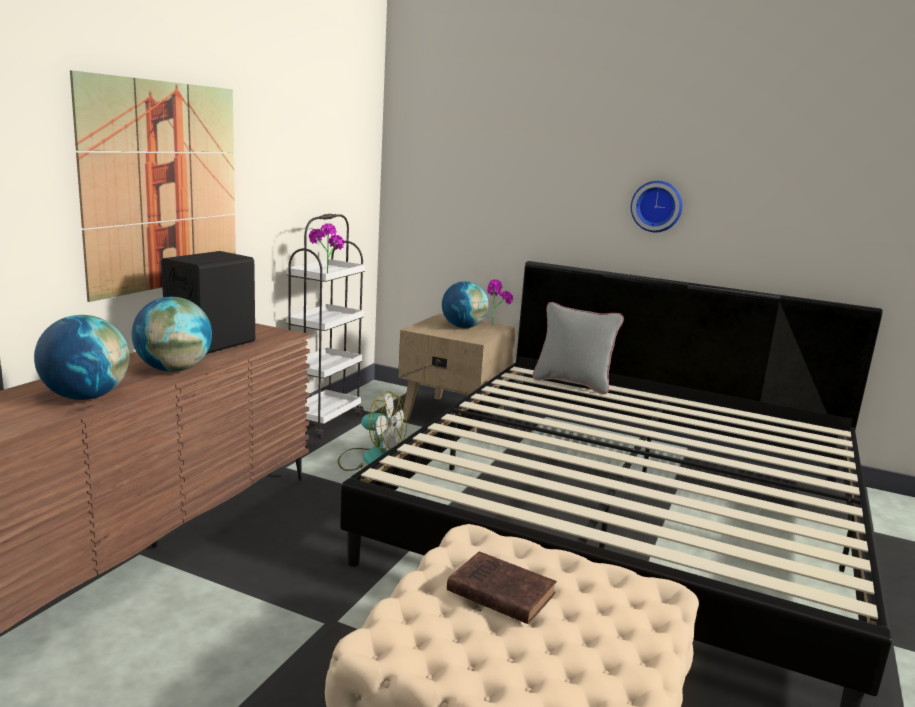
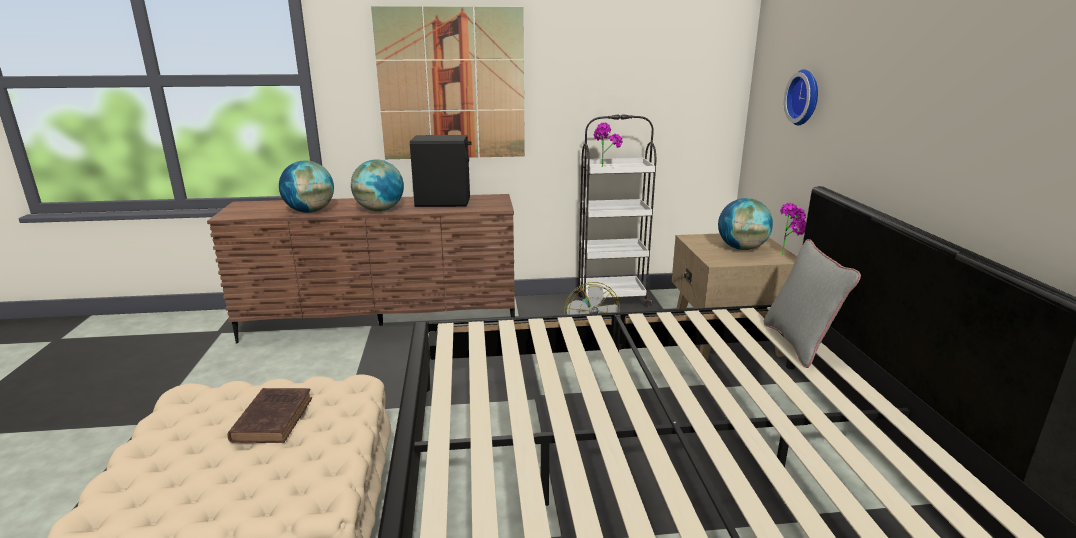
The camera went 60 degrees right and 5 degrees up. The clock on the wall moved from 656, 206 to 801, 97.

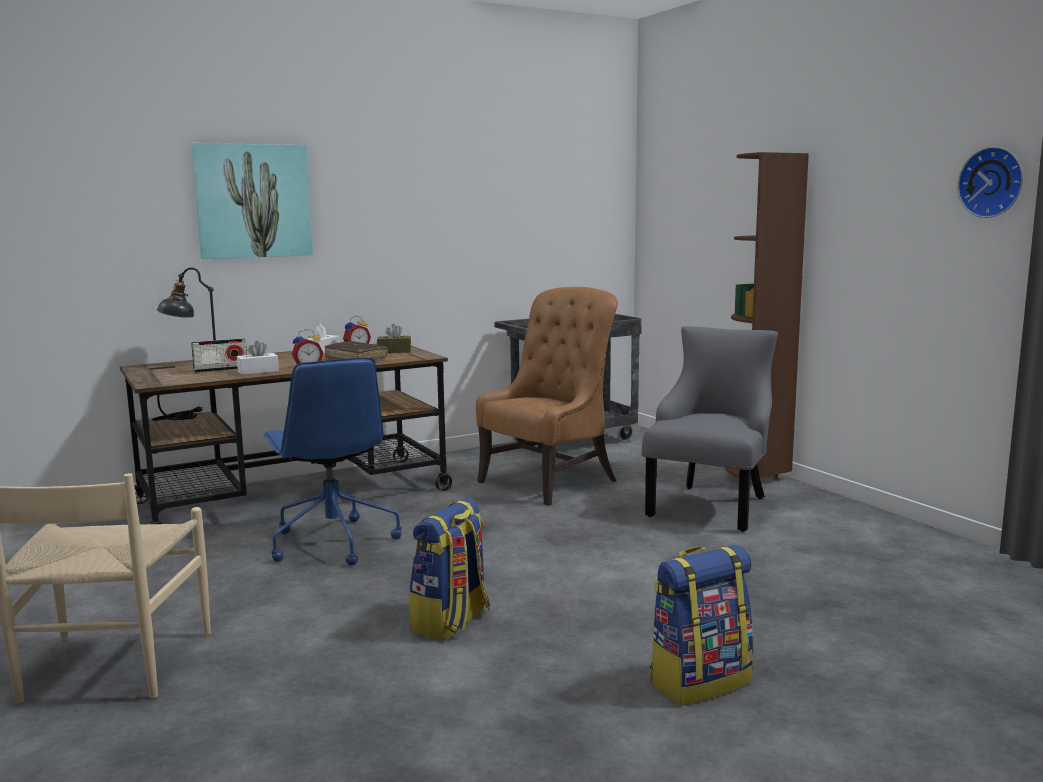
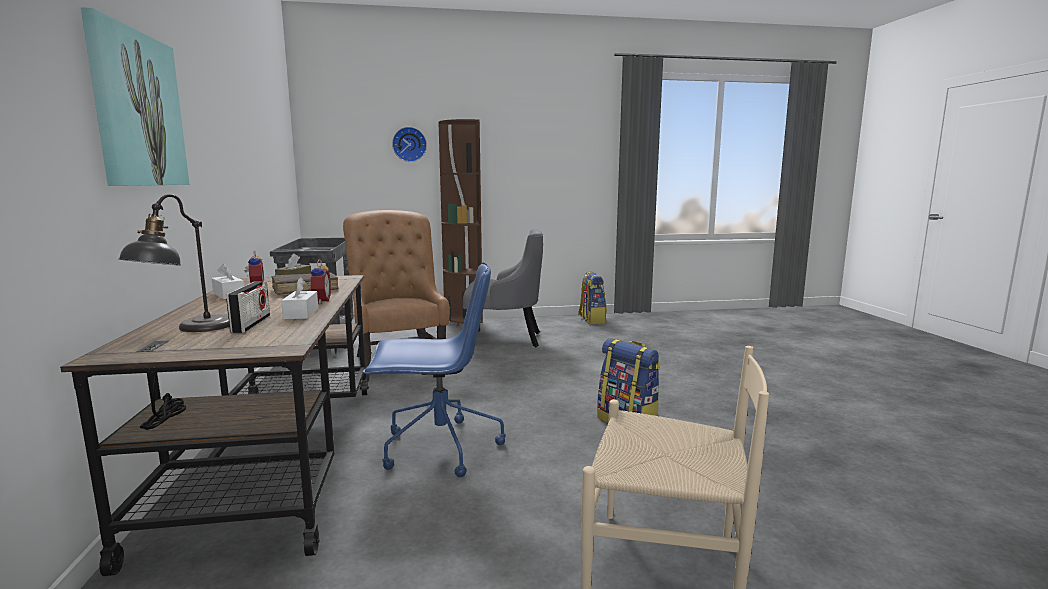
The camera went 70 degrees left and 0 degrees up. The knapsack moved from 701, 625 to 592, 297. The clock on the wall moved from 990, 182 to 409, 144. The plain chair/greyish at 709, 429 turned 135 degrees clockwise.

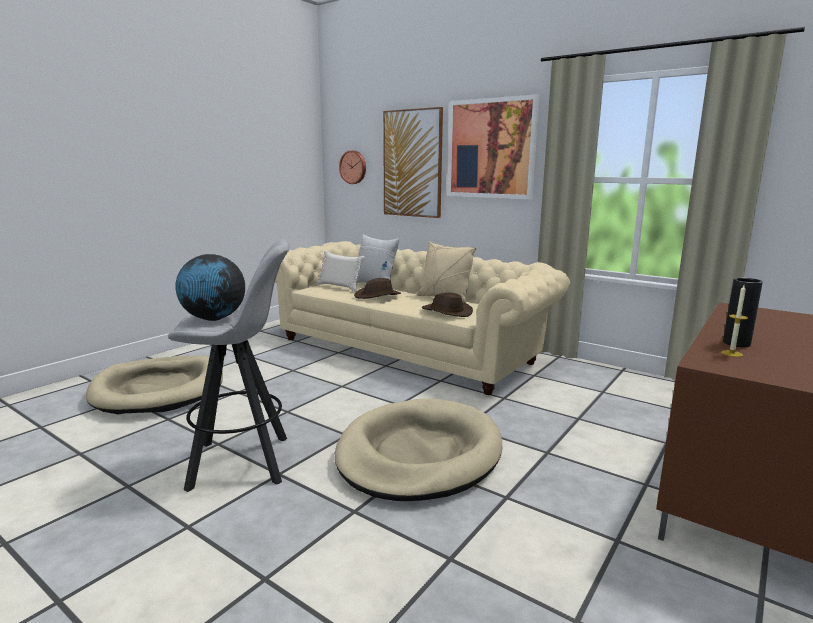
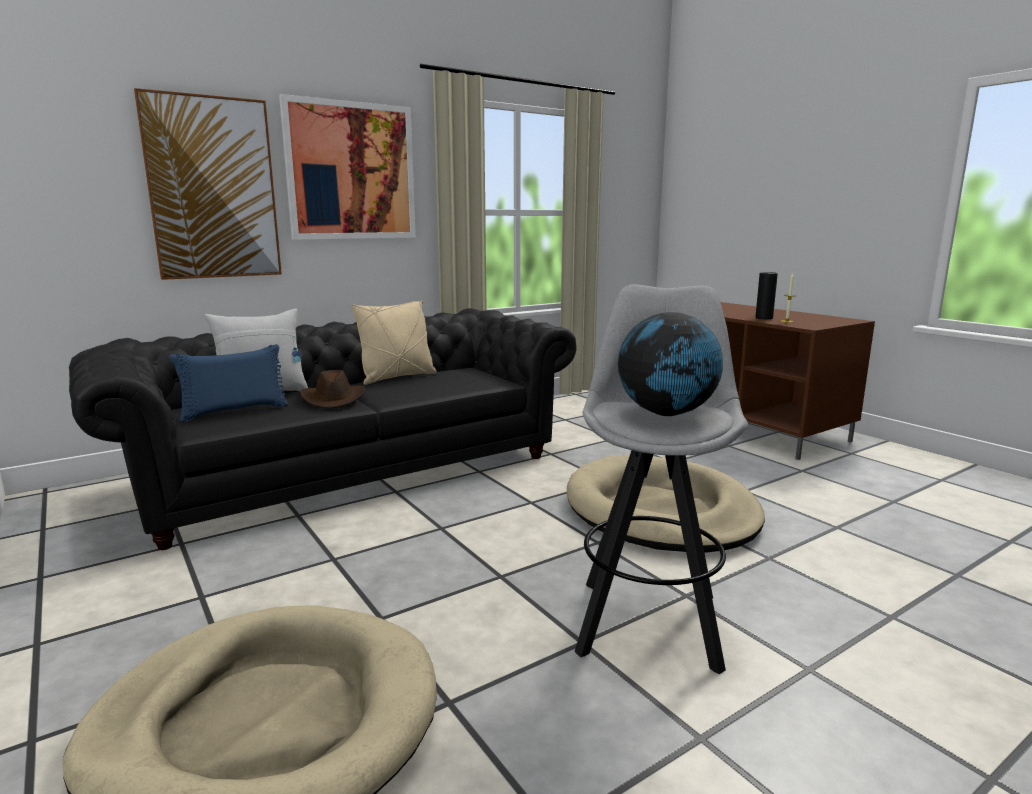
The camera went 70 degrees left and 0 degrees up. The clock on the wall at 352, 167 disappeared. The wearable hat/brownish at 447, 305 disappeared. The sofa/beige at 422, 318 became the sofa/blackish at 322, 429. The cushion/white-coloured at 340, 271 became the cushion/blue at 228, 383.

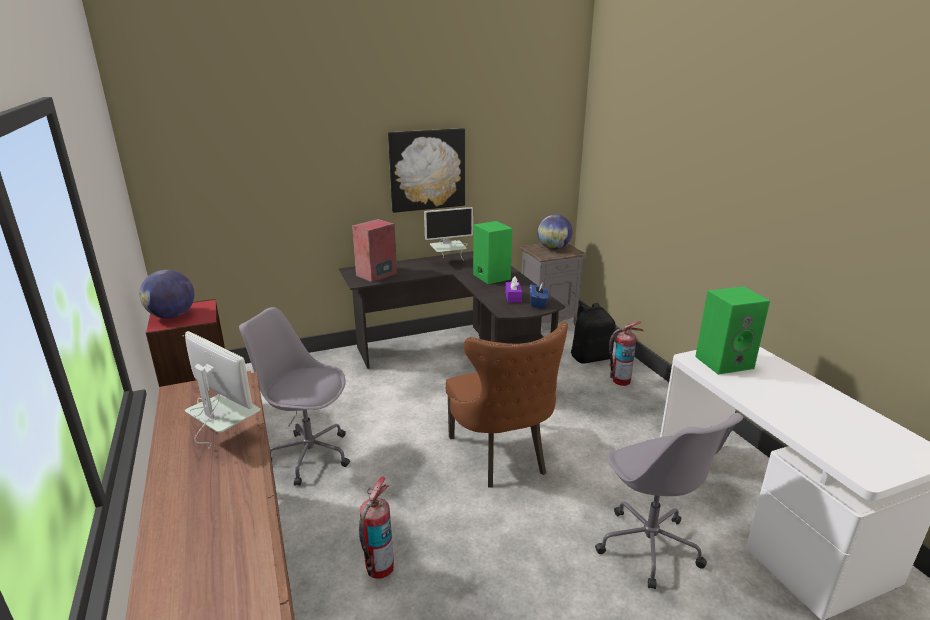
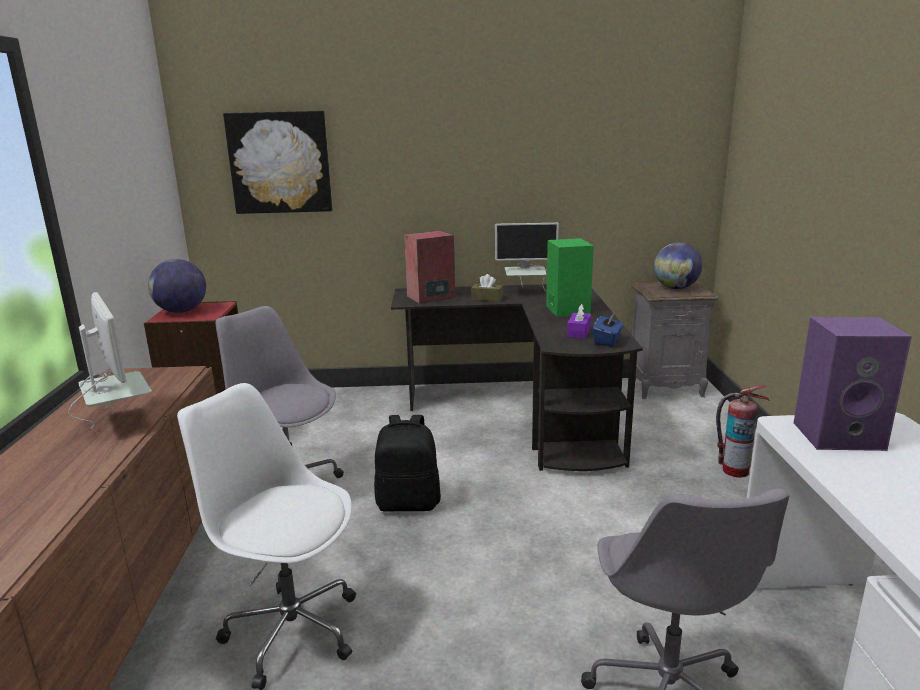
The camera went 20 degrees right and 5 degrees down. The plain chair/brownish at 507, 405 disappeared. The box of tissues/brownish at 487, 288 appeared. The picture moved from 426, 170 to 277, 162. The knapsack/blackish moved from 593, 333 to 407, 463. The fire extinguisher at 376, 527 was replaced by the office chair/white-coloured at 266, 536. The audio speaker/greenish at 732, 330 became the audio speaker/purplish at 853, 384.

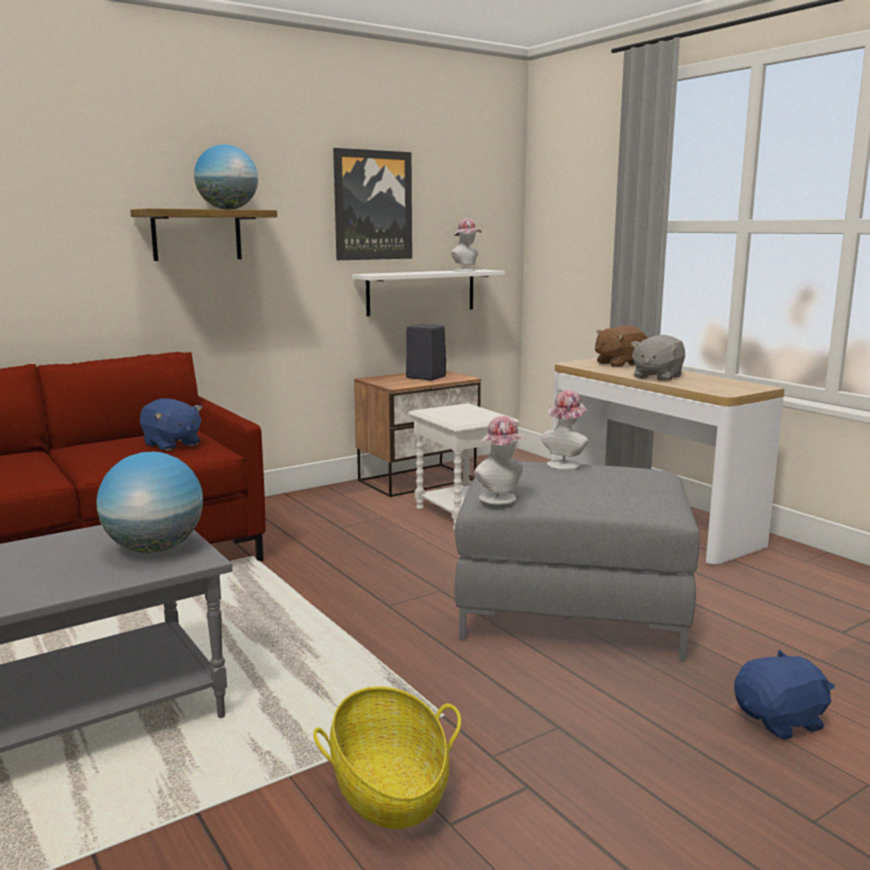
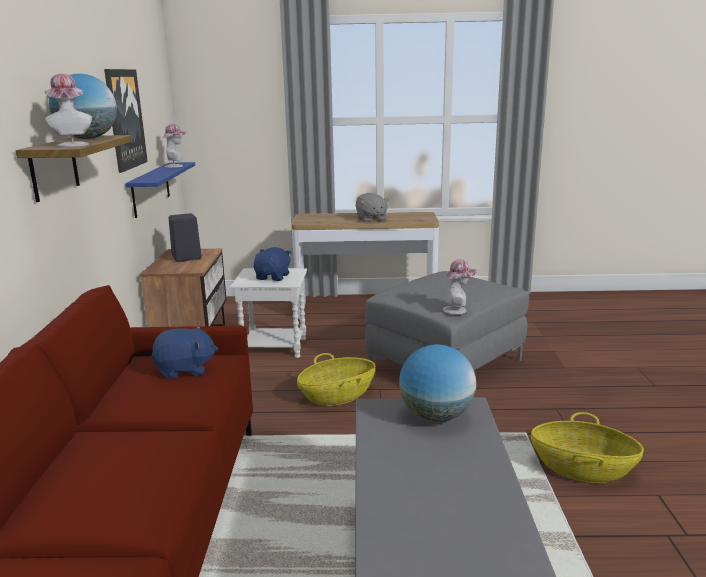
The camera went 55 degrees left and 5 degrees up. The cuddly toy/brownish at 621, 346 disappeared. The basket at 336, 379 appeared. The wearable hat moved from 564, 430 to 68, 110. The cuddly toy/blue moved from 784, 694 to 272, 264. The shelf/white-coloured at 428, 293 became the shelf/blue at 160, 190.

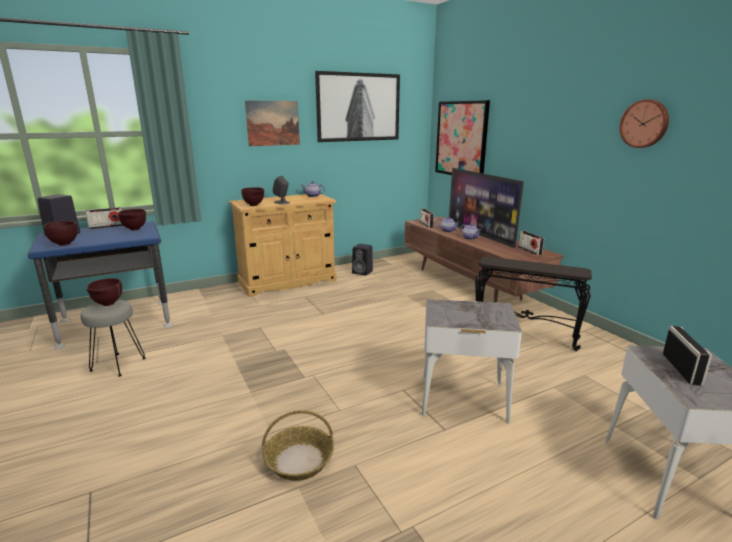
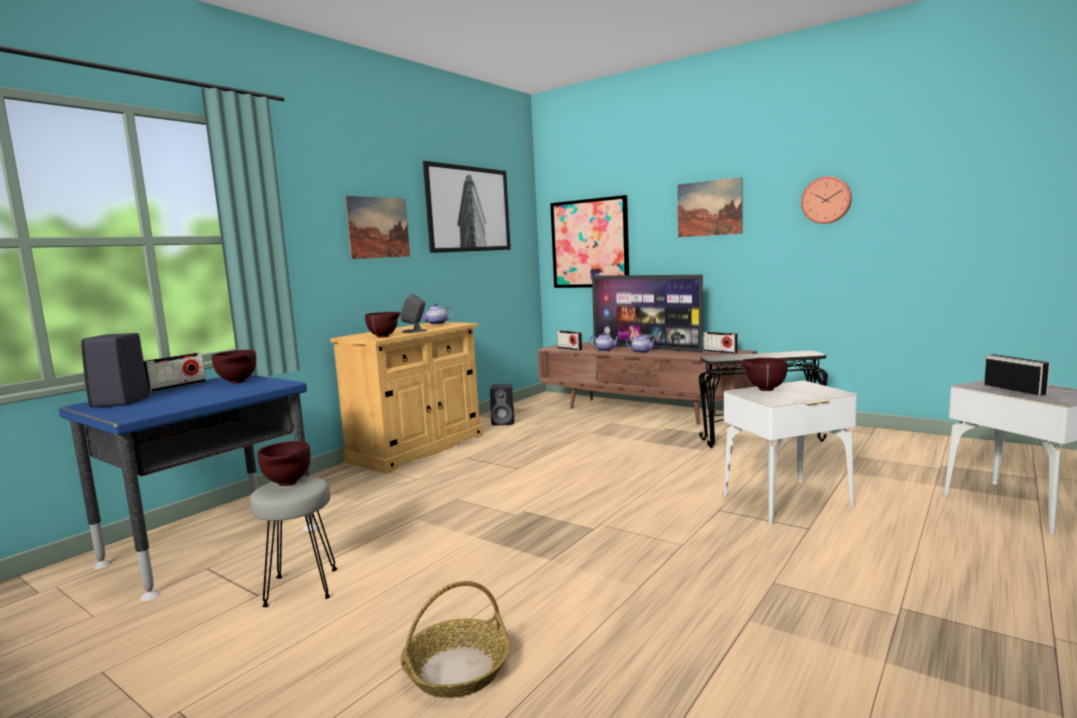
The camera went 25 degrees left and 10 degrees down. The picture at 710, 207 appeared. The serving bowl/brownish moved from 60, 233 to 764, 374. The basket moved from 298, 445 to 455, 639.

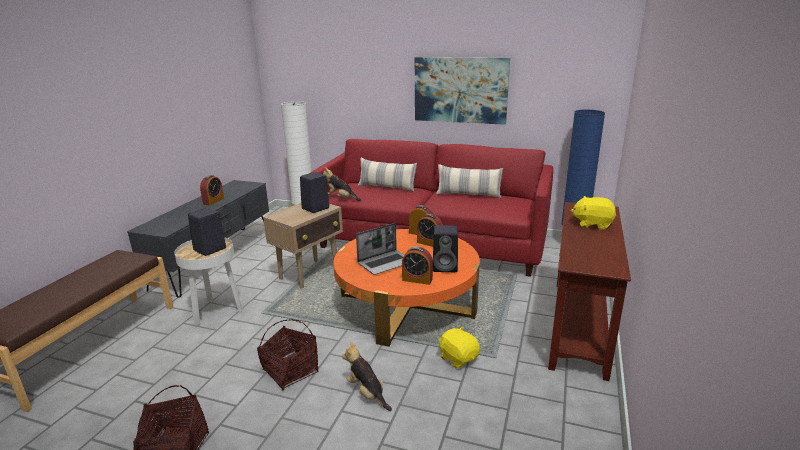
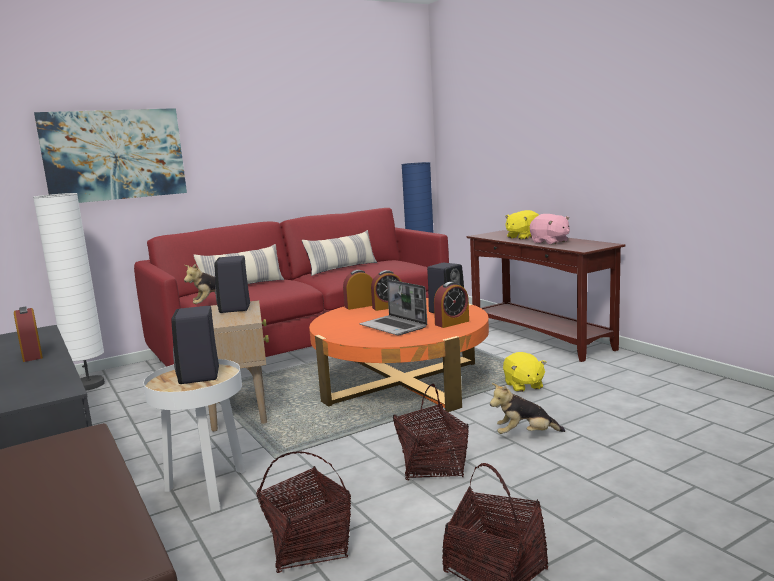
The camera went 50 degrees left and 10 degrees down. The basket at 303, 512 appeared. The cuddly toy/pink at 550, 229 appeared. The picture moved from 462, 91 to 110, 155. The portable computer at 380, 249 turned 135 degrees clockwise. The cuddly toy/yellow at 459, 347 turned 105 degrees counterclockwise.

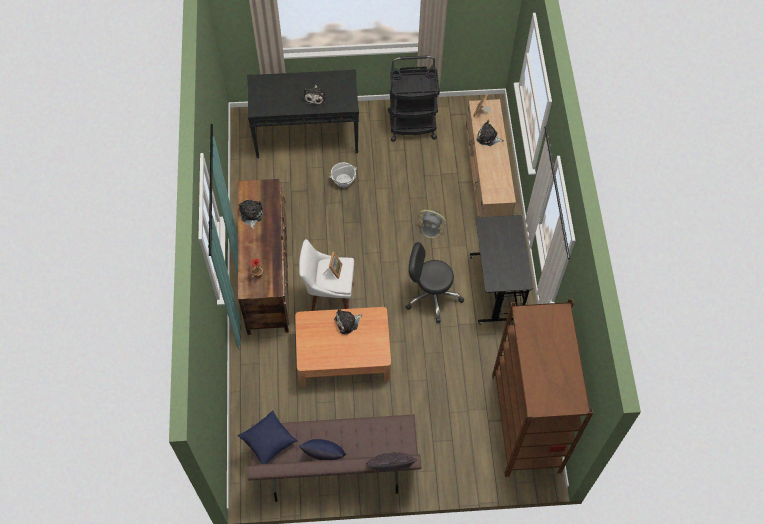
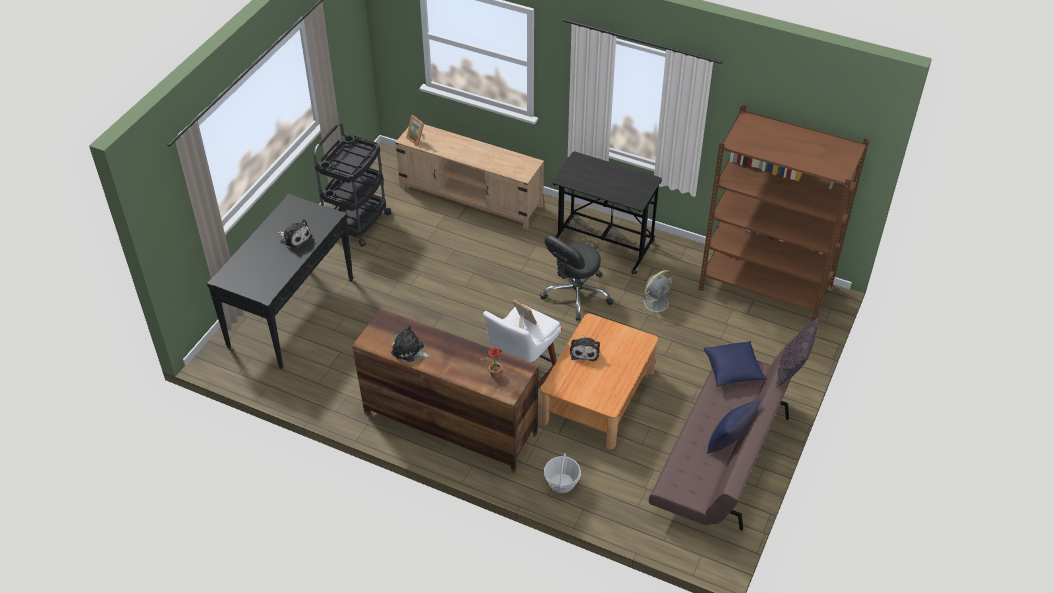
The camera went 60 degrees left and 15 degrees down. The cuddly toy at 490, 133 disappeared. The cushion/blue moved from 268, 437 to 735, 364. The basket moved from 343, 175 to 562, 473. The cooling fan/greyish moved from 432, 226 to 657, 293.

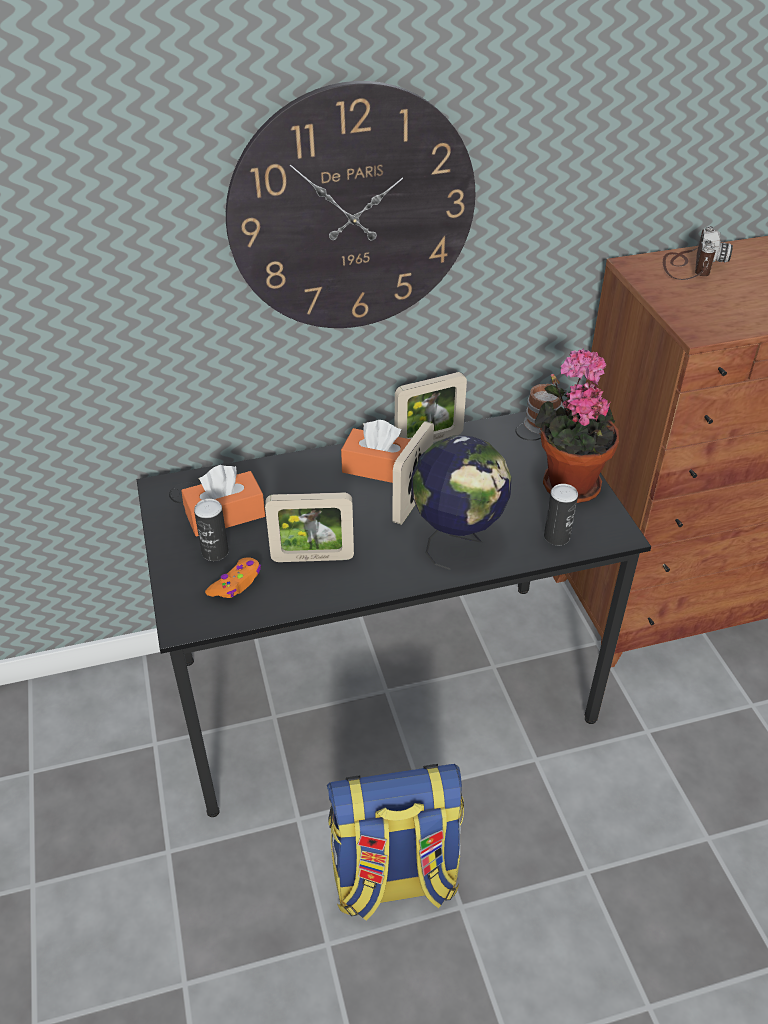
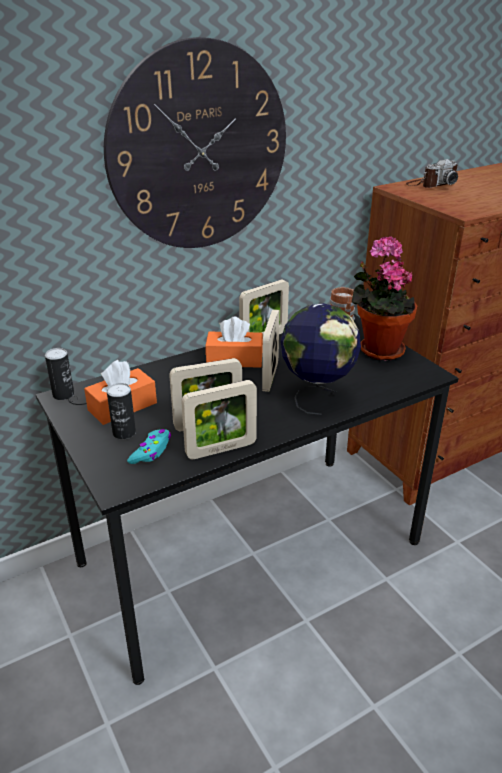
The camera went 15 degrees left and 10 degrees down. The knapsack at 395, 842 disappeared. The standing frame at 219, 420 appeared. The sealed can moved from 561, 514 to 59, 374. The game controller/orange at 233, 577 became the game controller/turquoise-coloured at 149, 446. The still camera at 698, 253 turned 60 degrees clockwise.

